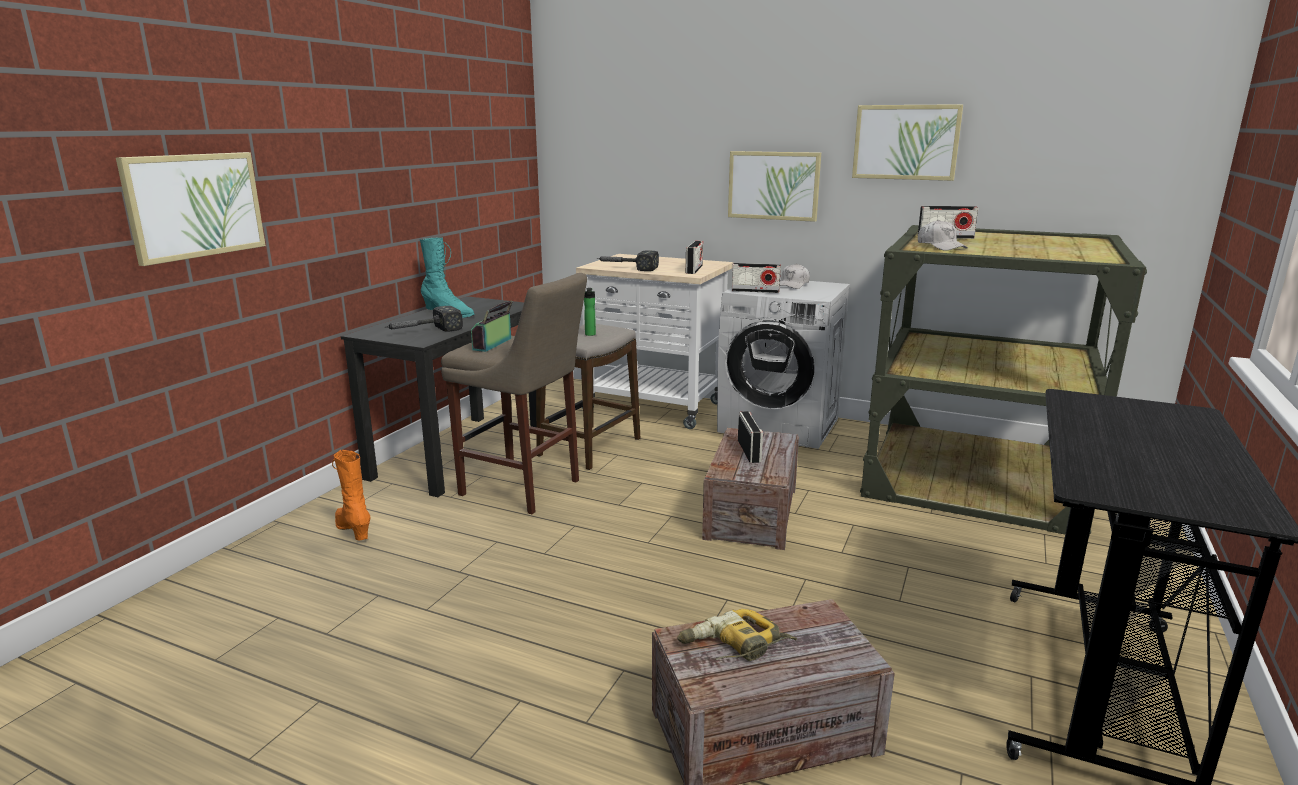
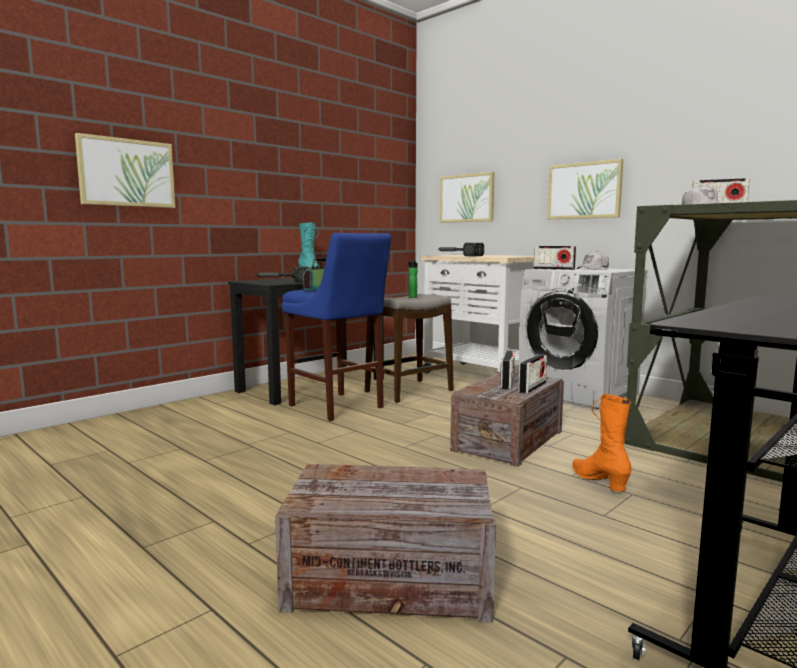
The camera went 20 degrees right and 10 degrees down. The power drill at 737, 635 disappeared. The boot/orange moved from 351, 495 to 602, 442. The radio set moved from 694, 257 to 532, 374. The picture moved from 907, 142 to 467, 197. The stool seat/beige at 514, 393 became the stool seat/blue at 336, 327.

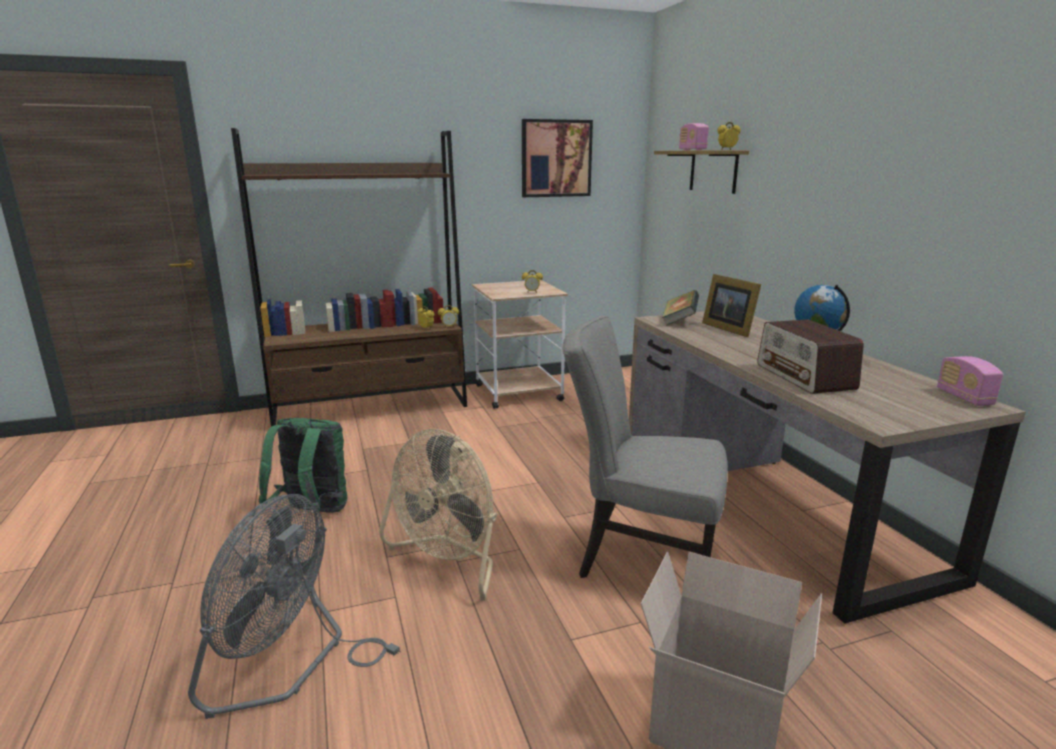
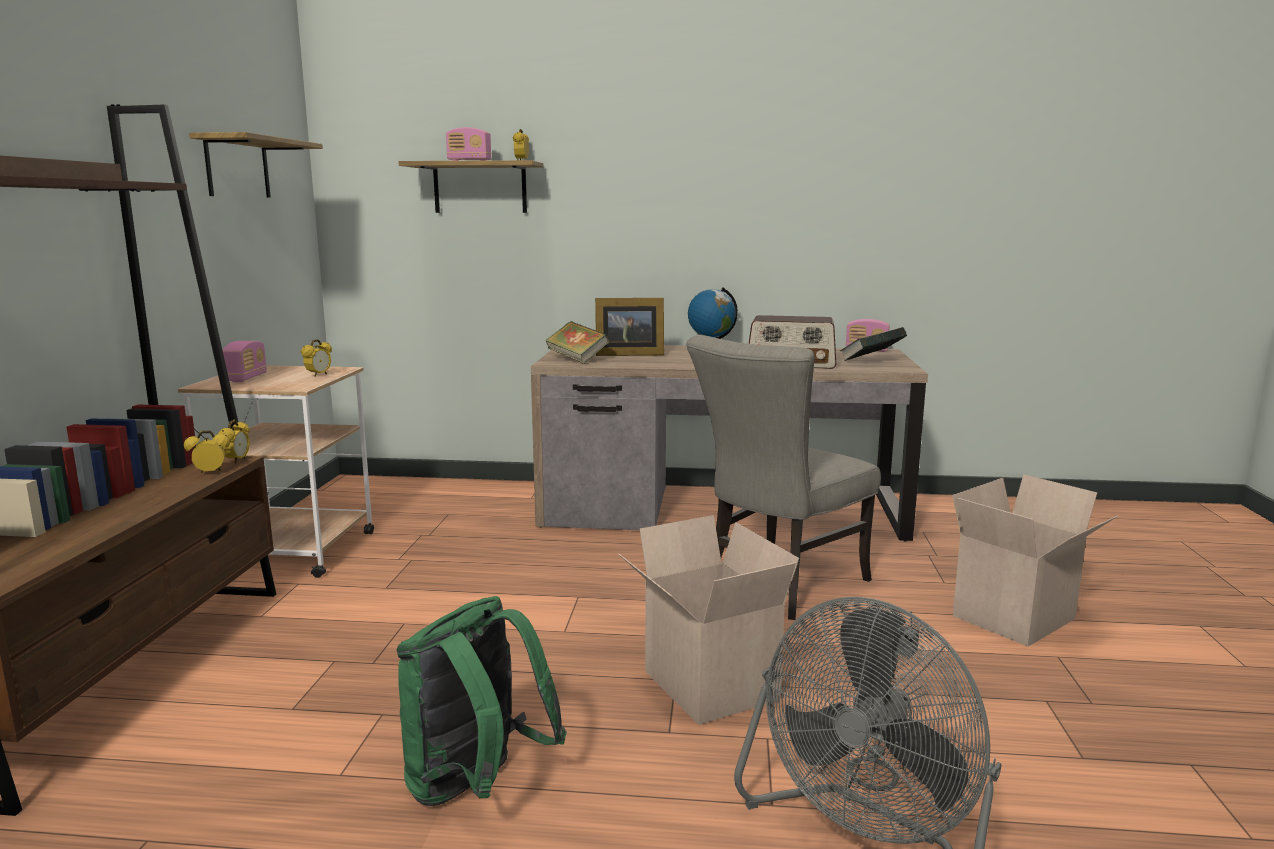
The camera went 65 degrees left and 5 degrees down. The radio set at 244, 361 appeared. The bound book at 873, 344 appeared. The cooling fan/beige at 438, 515 was replaced by the packing box at 708, 620. The picture at 557, 158 was replaced by the shelf at 256, 164.

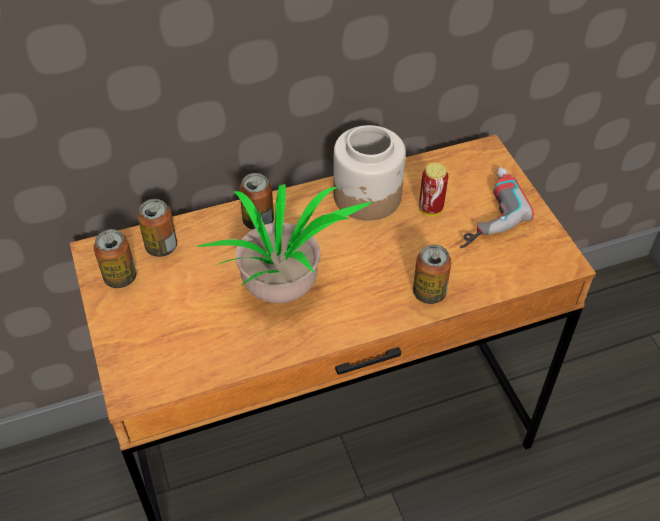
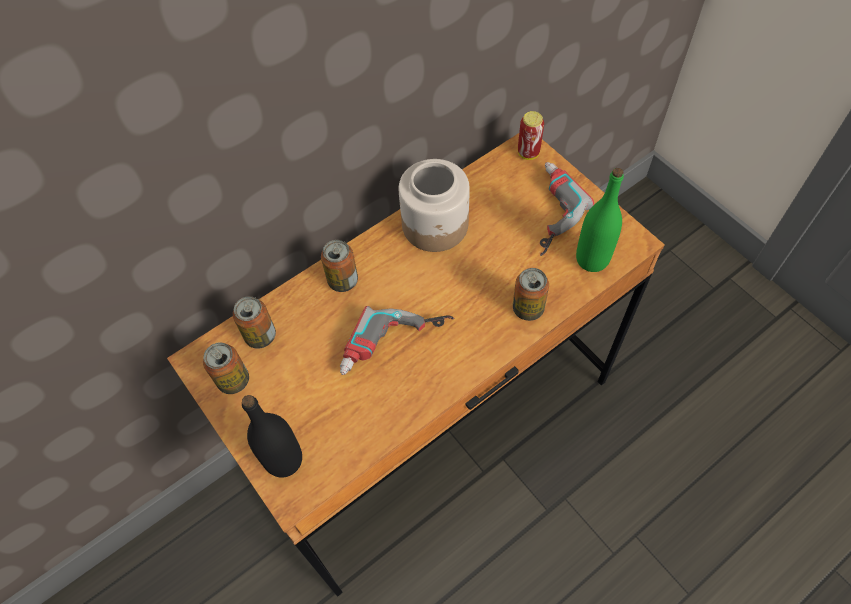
The camera went 15 degrees left and 10 degrees up. The bottle/blackish at 272, 436 appeared. The bottle/greenish at 600, 220 appeared. The sealed can moved from 433, 189 to 531, 135. The houseplant at 284, 243 was replaced by the power drill at 397, 340.

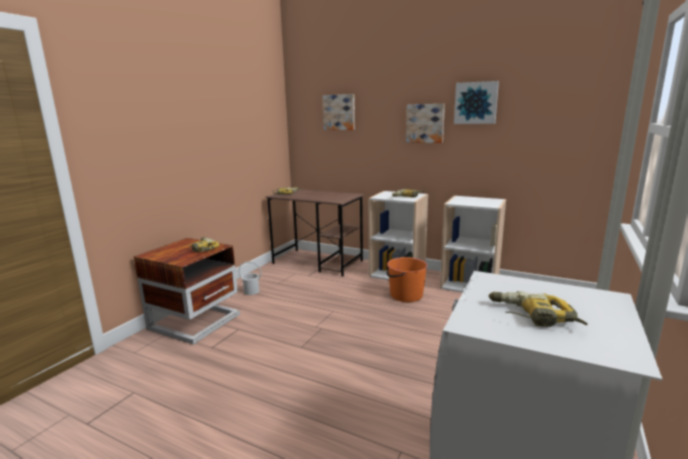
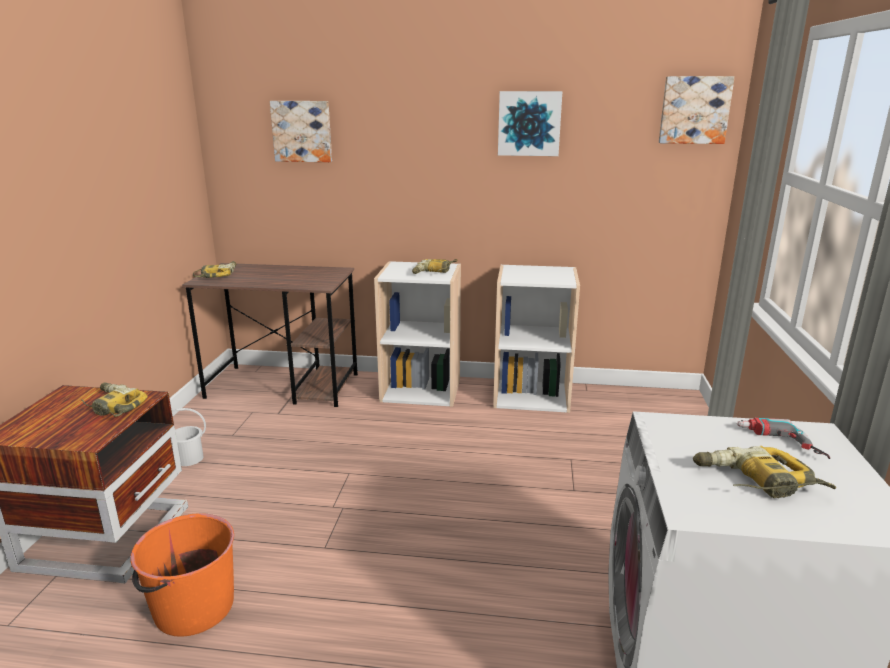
The camera went 20 degrees left and 5 degrees up. The power drill at 783, 438 appeared. The pail/orange moved from 407, 279 to 182, 575. The picture moved from 425, 123 to 697, 110.

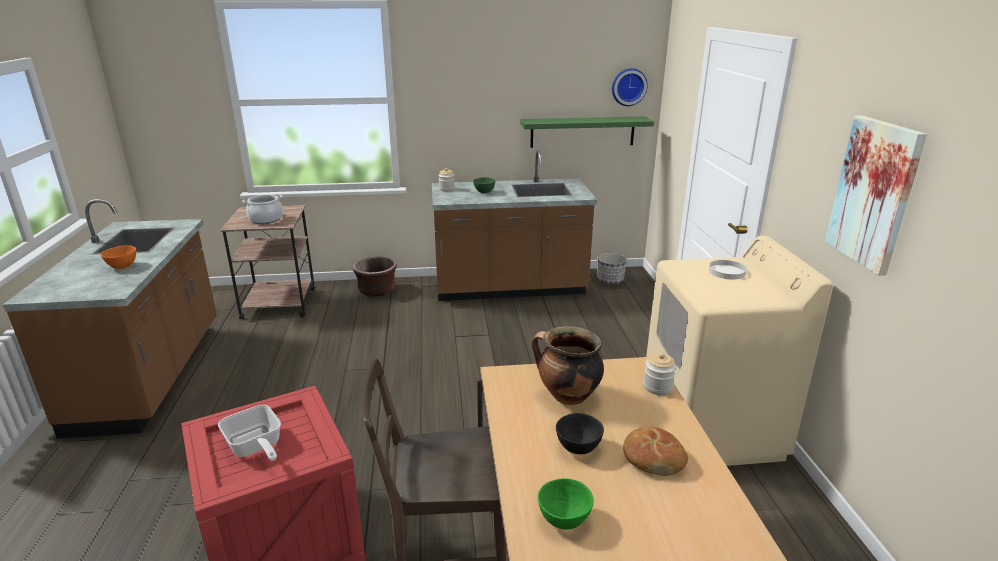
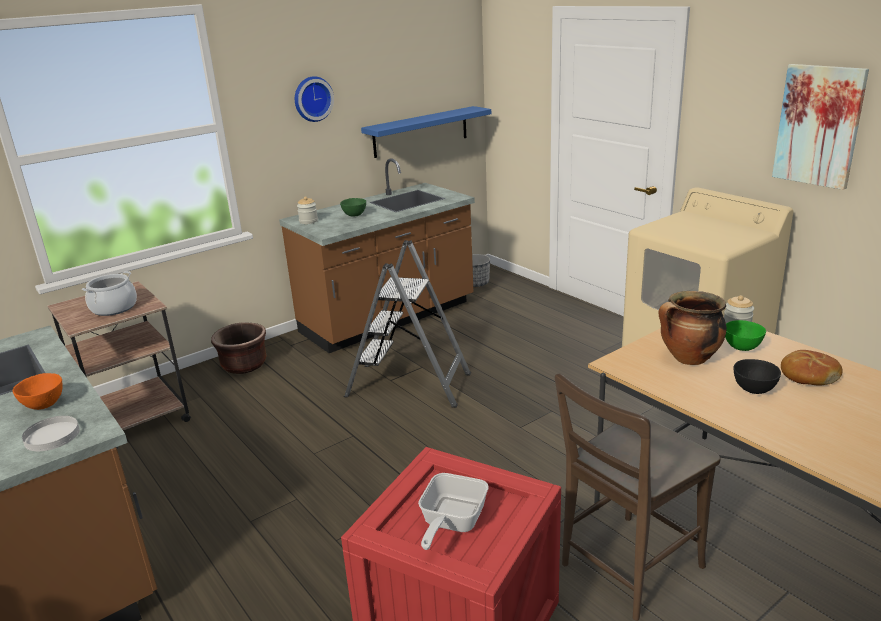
The camera went 30 degrees left and 0 degrees up. The step stool/greyish at 407, 324 appeared. The serving bowl/greenish moved from 566, 504 to 745, 335. The clock on the wall moved from 630, 87 to 314, 99. The dinner plate/white-coloured moved from 728, 269 to 51, 433. The shelf/greenish at 587, 132 became the shelf/blue at 426, 132. The pan at 249, 433 turned 90 degrees clockwise.

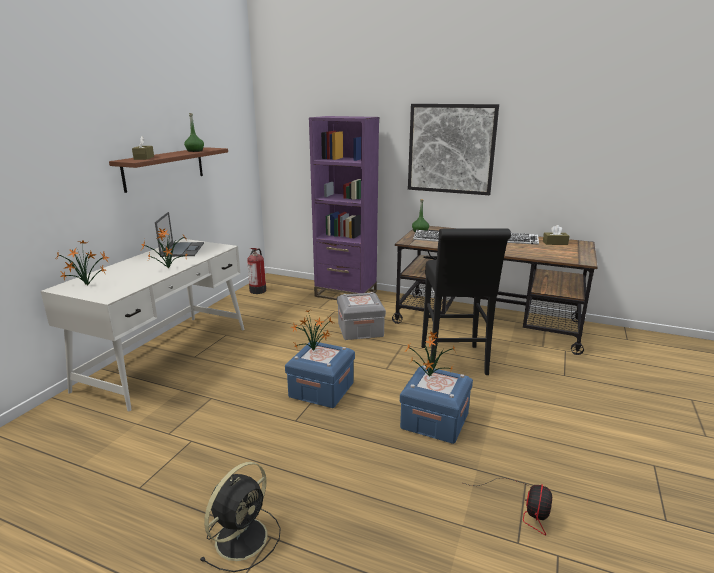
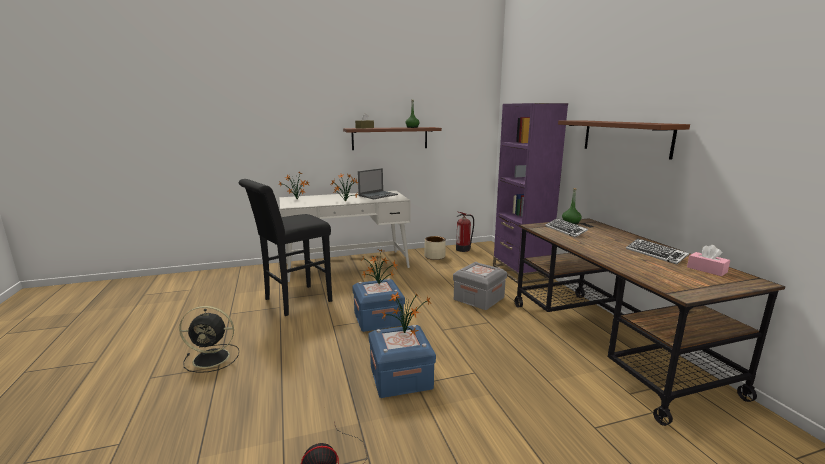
The camera went 50 degrees right and 5 degrees down. The planter/beige at 435, 248 appeared. The stool seat/blackish moved from 466, 301 to 285, 247. The picture at 453, 149 was replaced by the shelf/brownish at 624, 140. The box of tissues/brownish at 556, 235 became the box of tissues/pink at 708, 260.

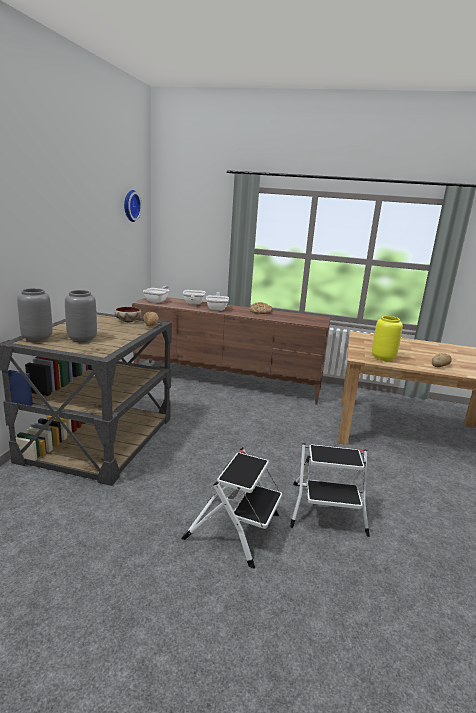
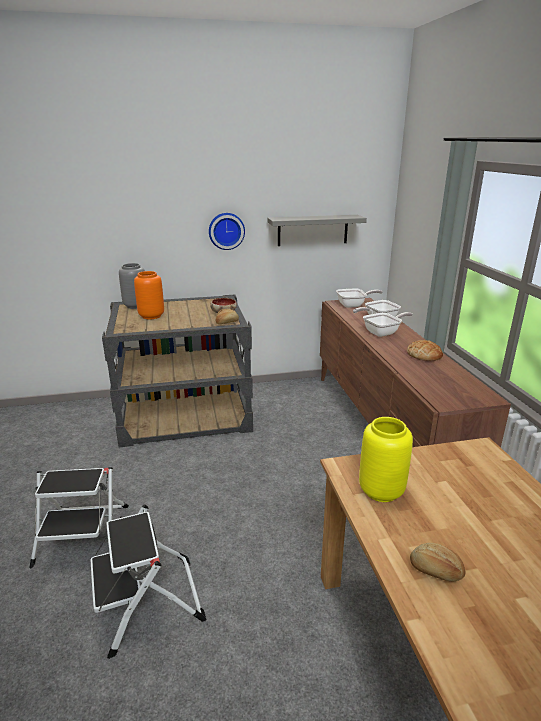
The camera went 65 degrees right and 5 degrees up. The shelf/greyish at 317, 230 appeared. The clock on the wall moved from 133, 206 to 227, 231. The vase/greyish at 81, 316 became the vase/orange at 149, 295.

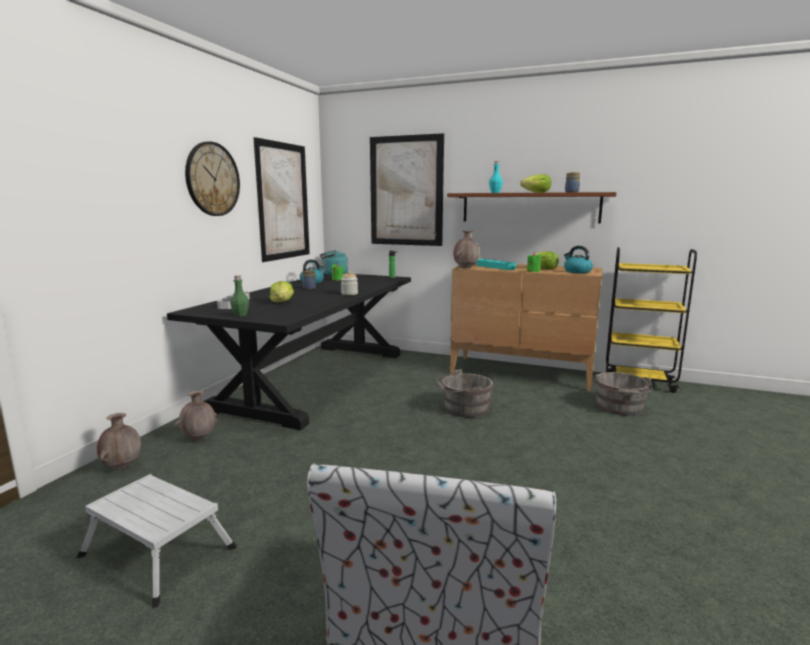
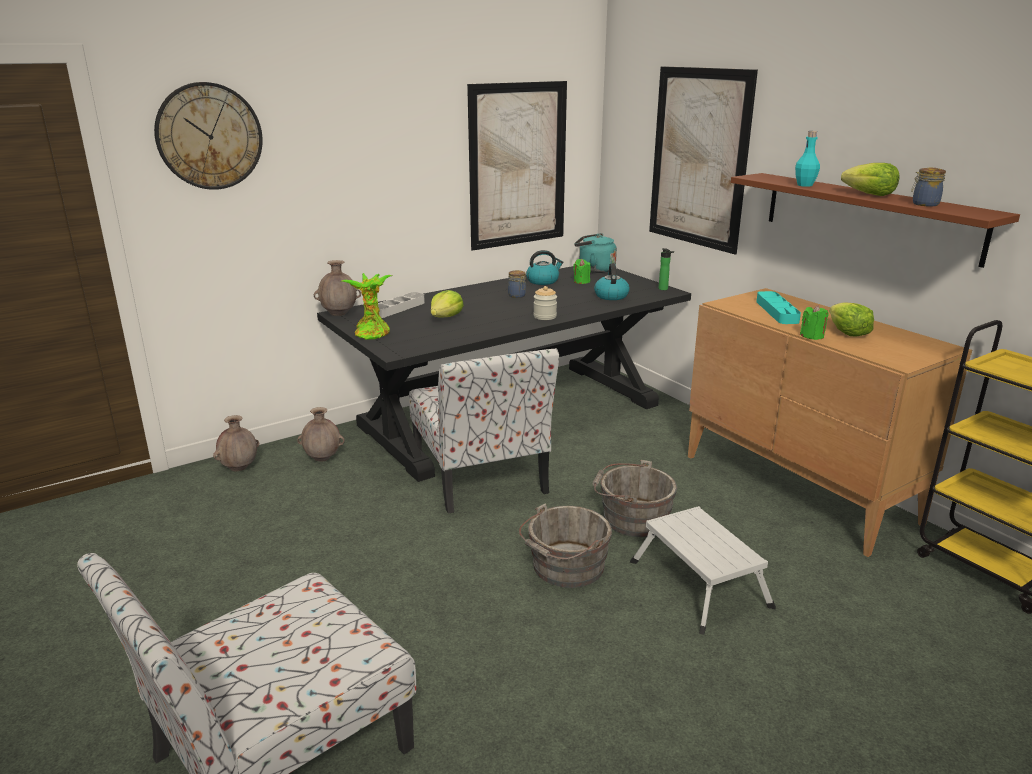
The camera went 35 degrees right and 10 degrees up. The plain chair at 484, 431 appeared. The step stool/white-coloured moved from 157, 541 to 703, 570. The clock on the wall moved from 212, 179 to 208, 136. The vase/brownish moved from 466, 249 to 337, 288. The kettle moved from 578, 259 to 611, 281. The pail/greyish moved from 624, 394 to 565, 546. The bottle/greenish at 239, 296 was replaced by the houseplant at 367, 306.

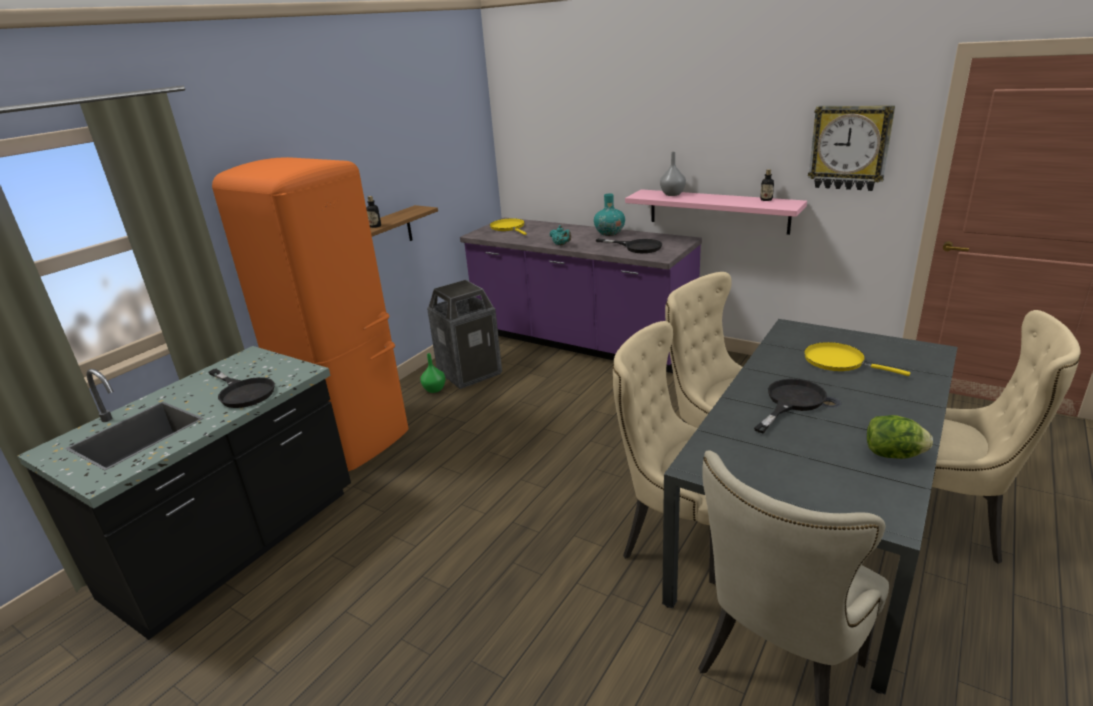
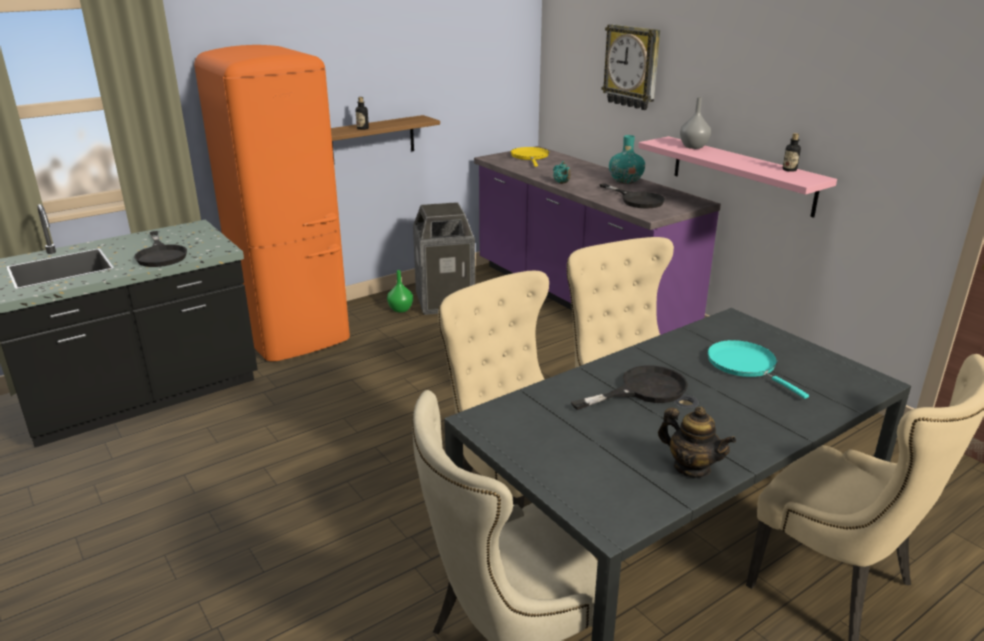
The camera went 20 degrees right and 0 degrees up. The clock on the wall moved from 851, 148 to 630, 67. The head of lettuce at 900, 437 was replaced by the tea pot at 697, 442. The pan/yellow at 857, 359 became the pan/turquoise-coloured at 758, 369.

